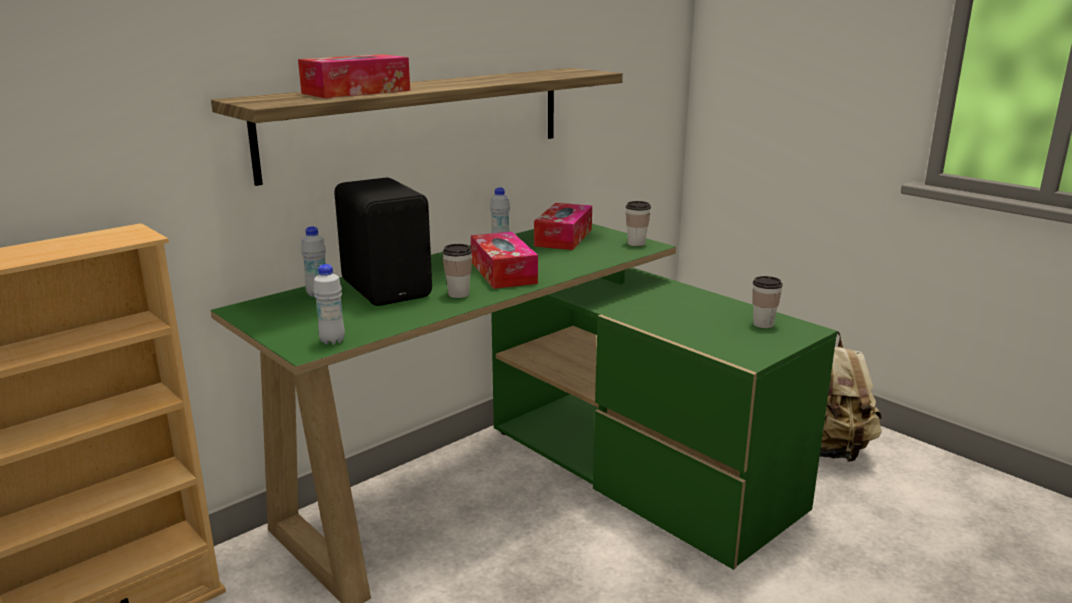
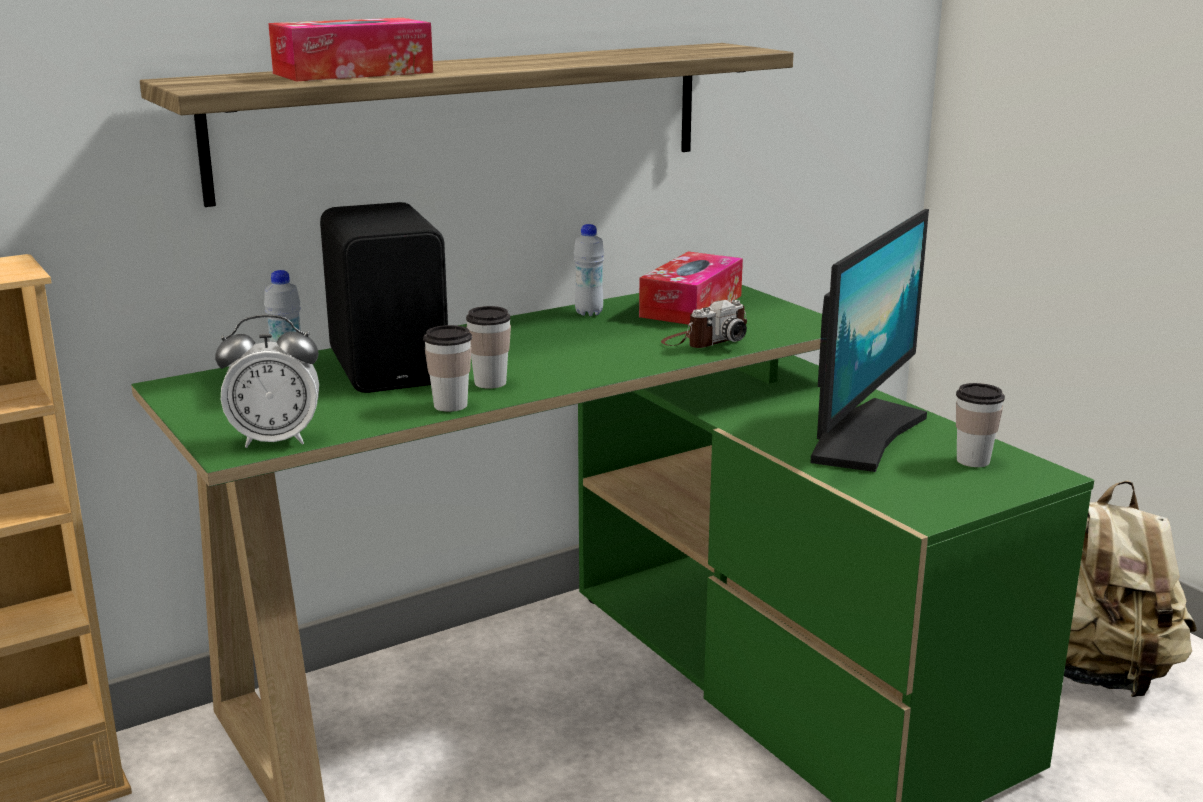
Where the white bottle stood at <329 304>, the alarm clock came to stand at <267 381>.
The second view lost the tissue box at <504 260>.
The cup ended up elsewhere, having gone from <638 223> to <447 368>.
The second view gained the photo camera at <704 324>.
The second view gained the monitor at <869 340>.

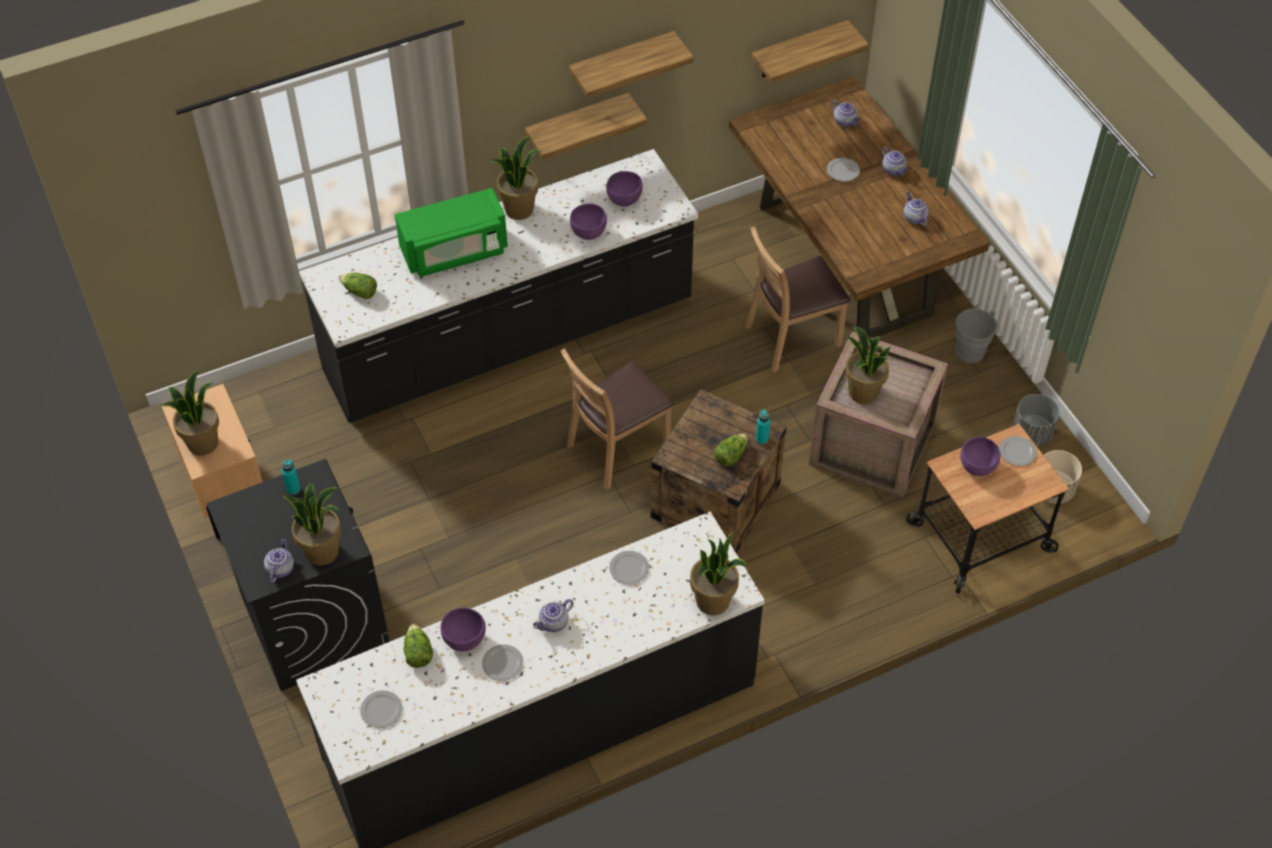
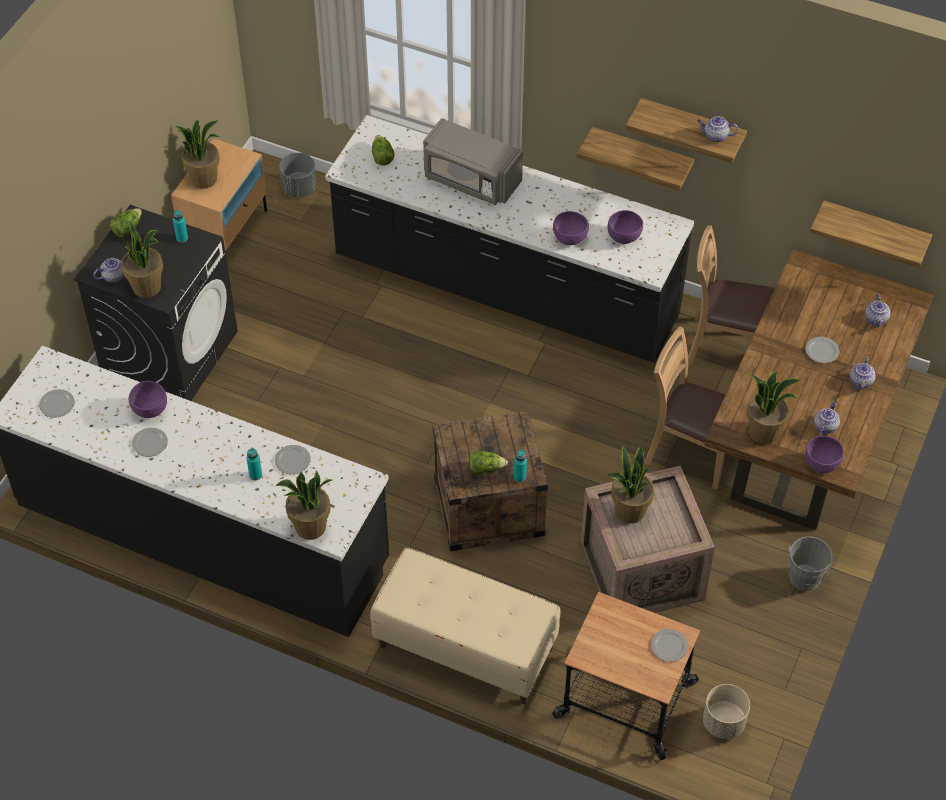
What was the green microwave at <451 232> turned into the grey microwave at <473 161>.
The lettuce ended up elsewhere, having gone from <418 646> to <126 222>.
The potted plant ended up elsewhere, having gone from <515 178> to <773 407>.
The teapot ended up elsewhere, having gone from <553 615> to <718 129>.
The brown chair ended up elsewhere, having gone from <617 419> to <731 295>.
The purple bowl ended up elsewhere, having gone from <980 456> to <824 454>.
The grey planter ended up elsewhere, having gone from <1036 420> to <298 175>.
The second view gained the turquoise bottle at <254 464>.
The second view gained the beige bench at <465 626>.

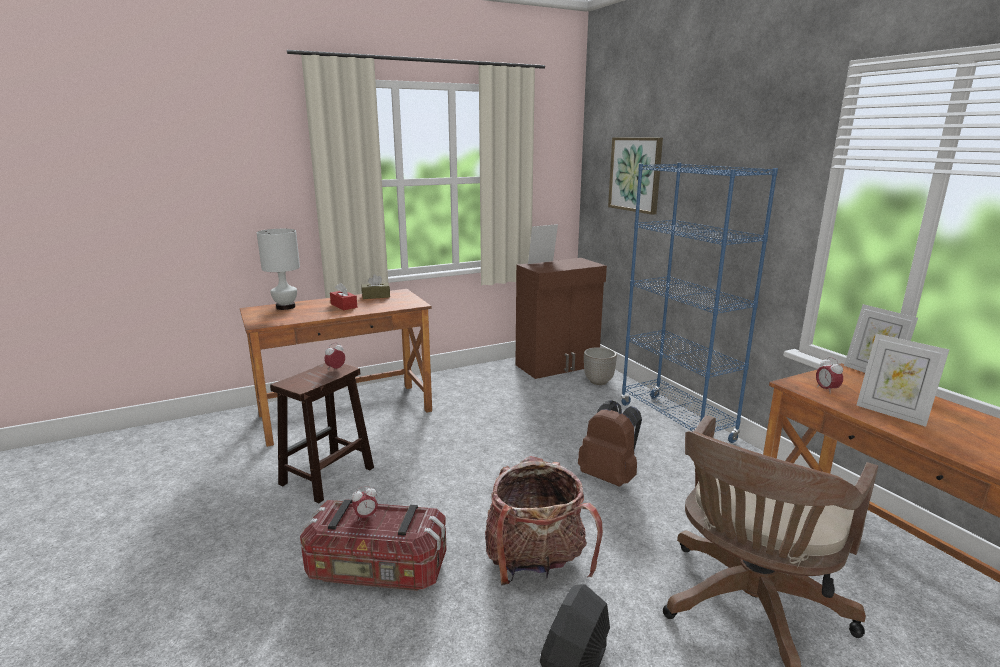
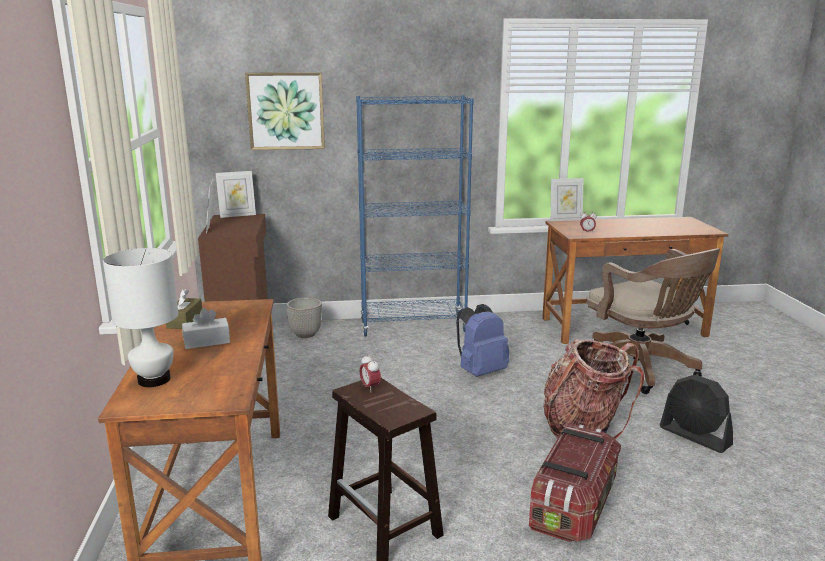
What was the red tissue box at <343 296> turned into the white tissue box at <206 328>.
The second view lost the alarm clock at <365 503>.
What was the brown backpack at <610 443> turned into the blue backpack at <482 340>.
The picture frame ended up elsewhere, having gone from <903 380> to <236 194>.

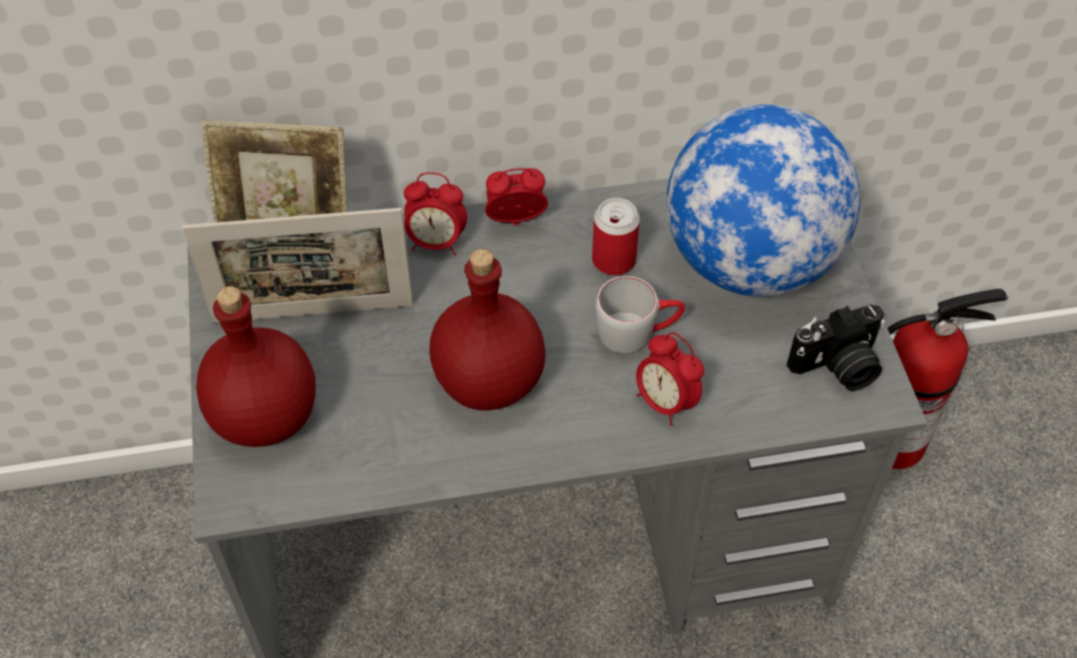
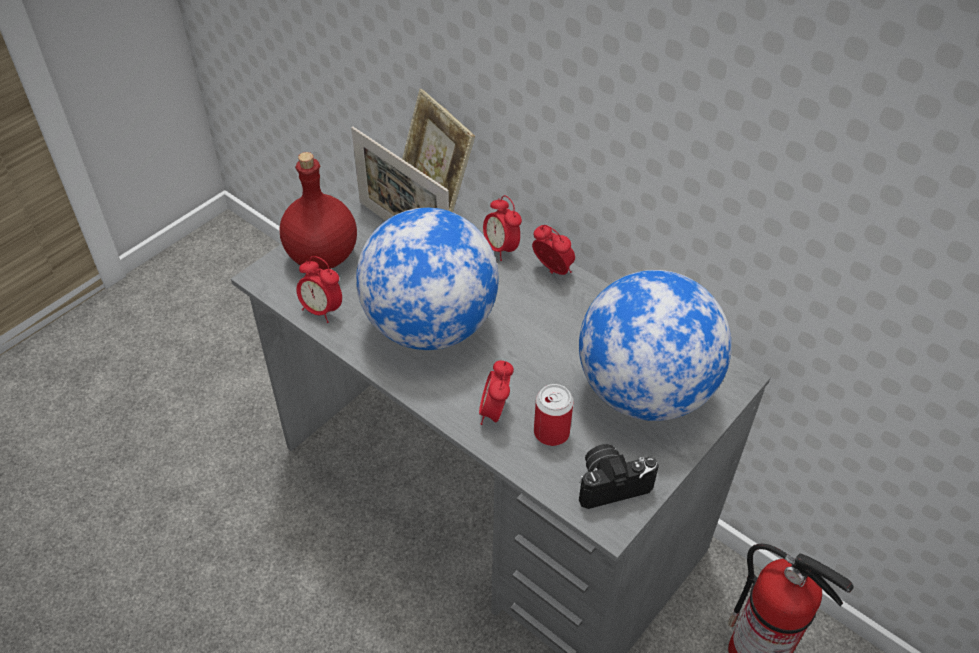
Where the red bottle stood at <487 330>, the globe came to stand at <427 279>.
The can ended up elsewhere, having gone from <616 236> to <554 415>.
The second view lost the grey mug at <640 315>.
The photo camera at <836 347> ended up facing another way, 135 degrees clockwise from before.
The second view gained the alarm clock at <319 289>.

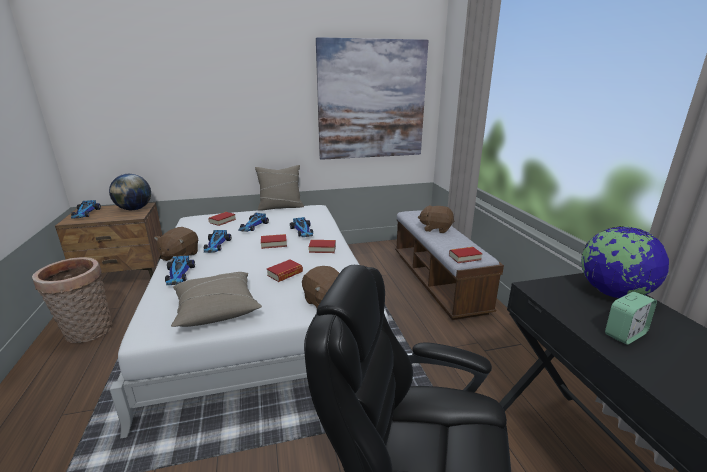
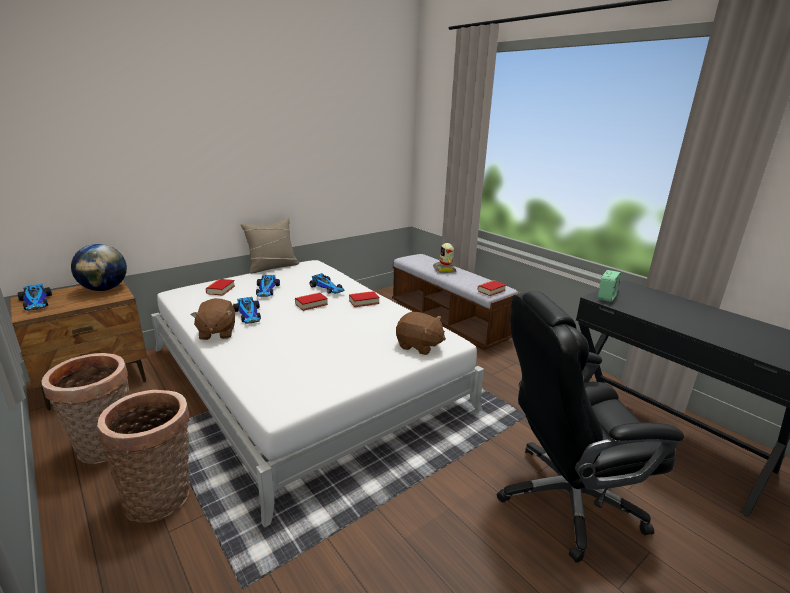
The second view lost the toy car at <180 270>.
The second view lost the beige pillow at <216 299>.
The second view lost the book at <285 270>.
The second view lost the picture at <372 98>.
Where the brown plush toy stood at <436 219>, the toy robot came to stand at <444 258>.
The second view lost the globe at <625 262>.
The alarm clock ended up elsewhere, having gone from <631 318> to <609 286>.
The second view gained the basket at <143 456>.

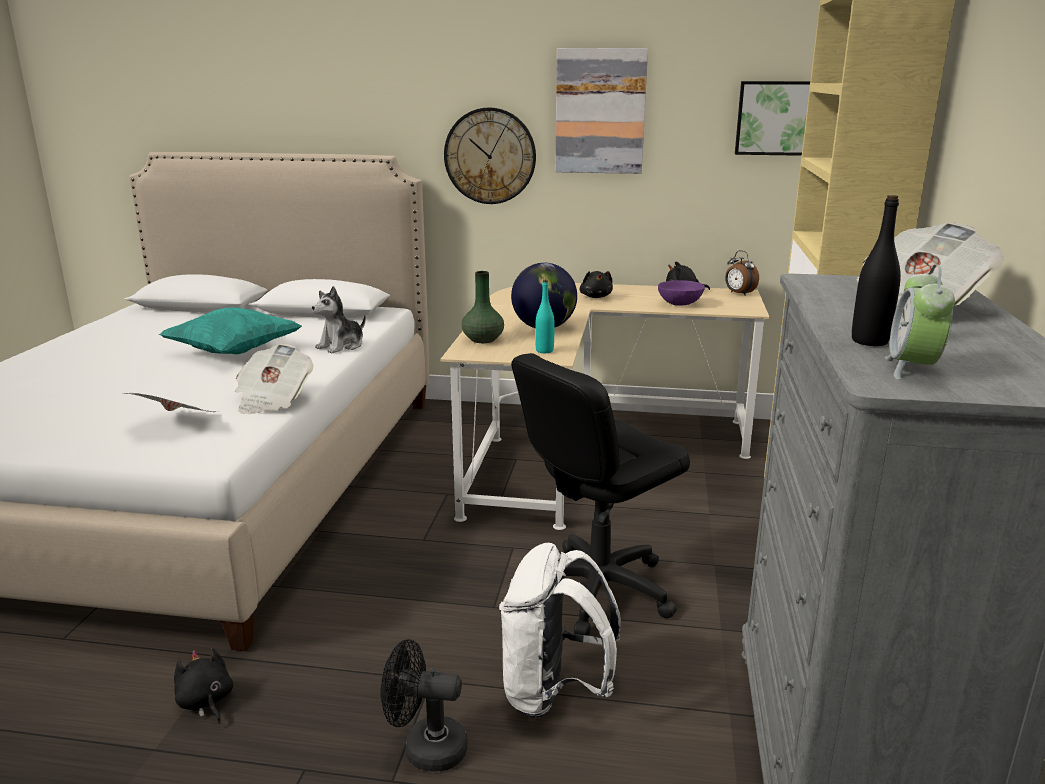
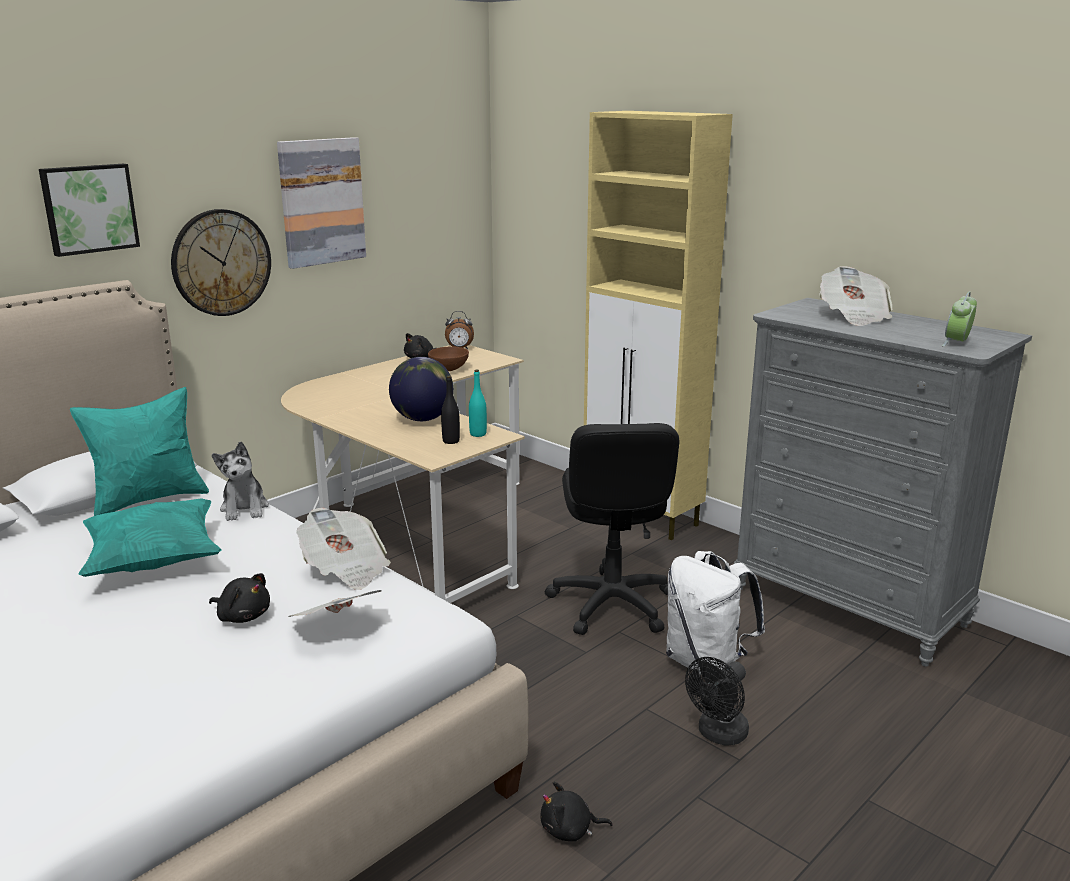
The second view lost the green vase at <483 307>.
The black plush toy ended up elsewhere, having gone from <596 284> to <239 598>.
What was the purple bowl at <681 293> turned into the brown bowl at <448 358>.
The picture ended up elsewhere, having gone from <772 118> to <89 210>.
The black bottle ended up elsewhere, having gone from <876 270> to <450 409>.
The alarm clock at <920 322> ended up facing another way, 75 degrees clockwise from before.
The second view gained the turquoise pillow at <139 451>.

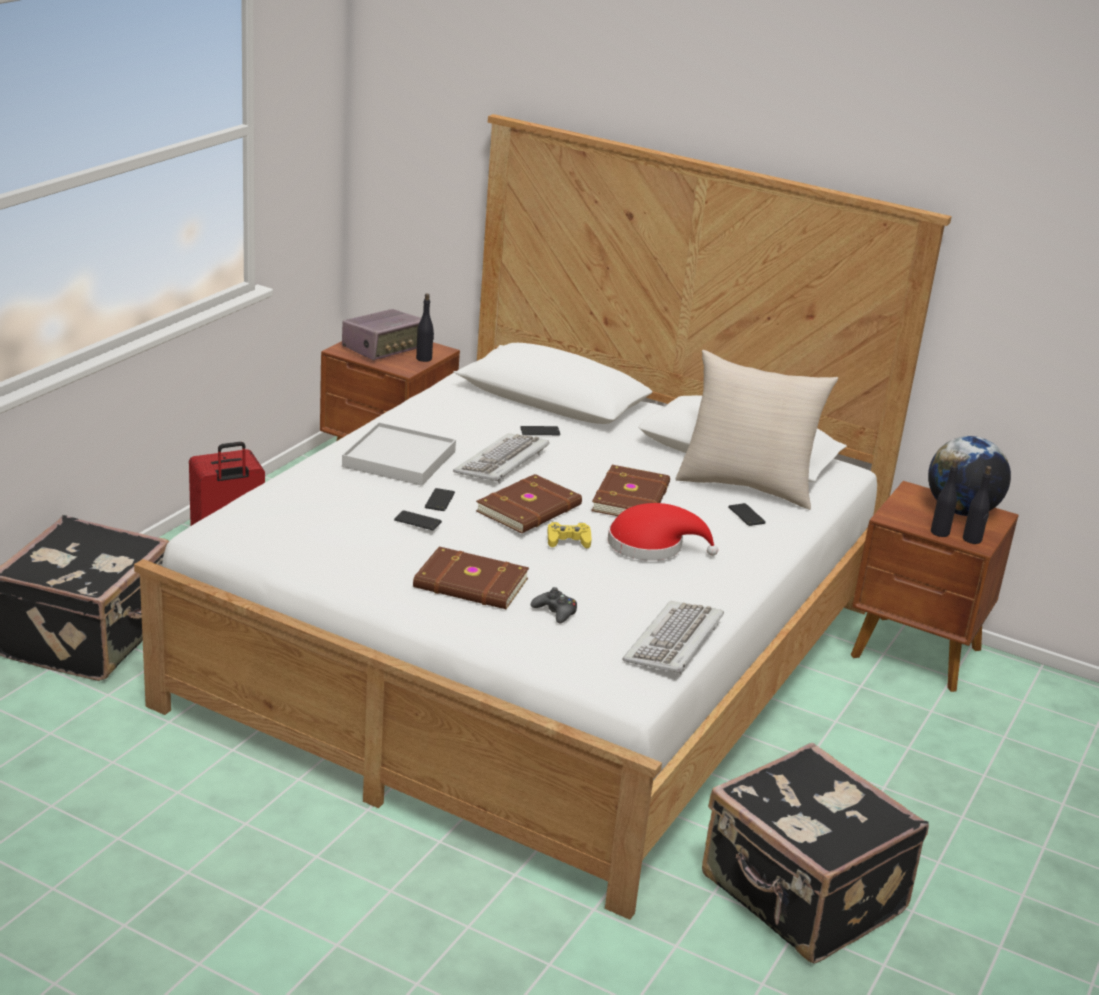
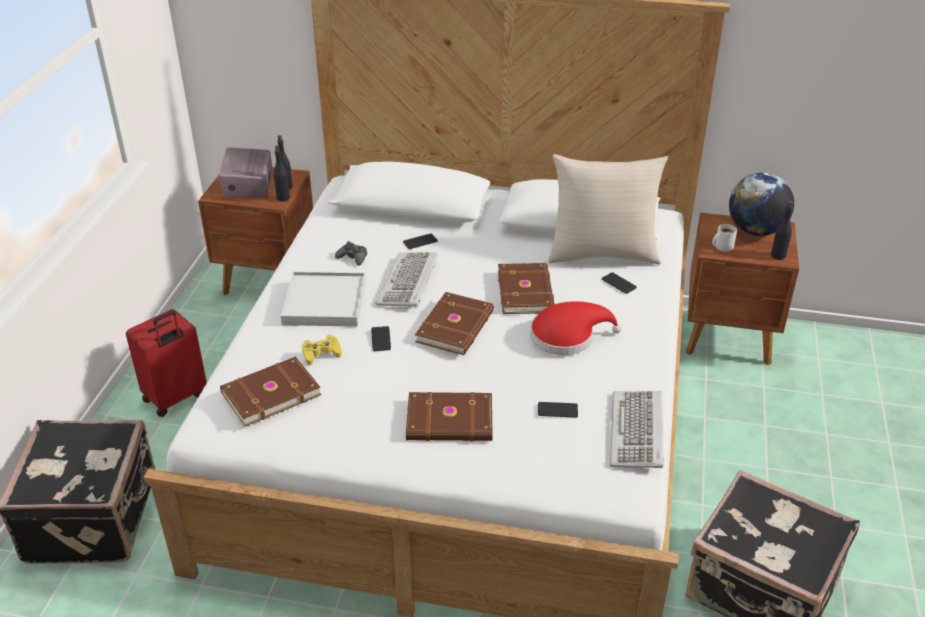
The radio at <381 335> ended up facing another way, 150 degrees clockwise from before.
The phone ended up elsewhere, having gone from <418 520> to <558 410>.
The black game controller ended up elsewhere, having gone from <554 605> to <351 253>.
The yellow game controller ended up elsewhere, having gone from <569 535> to <322 350>.
The black bottle ended up elsewhere, having gone from <945 498> to <282 173>.
The second view gained the brown book at <270 391>.
The second view gained the white mug at <724 238>.

